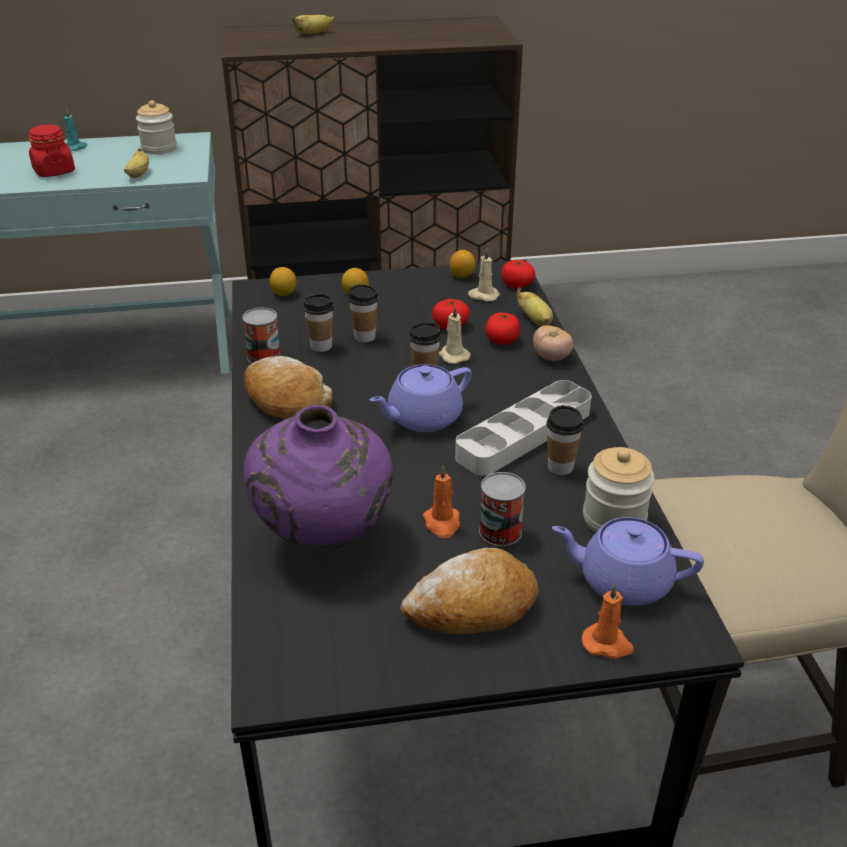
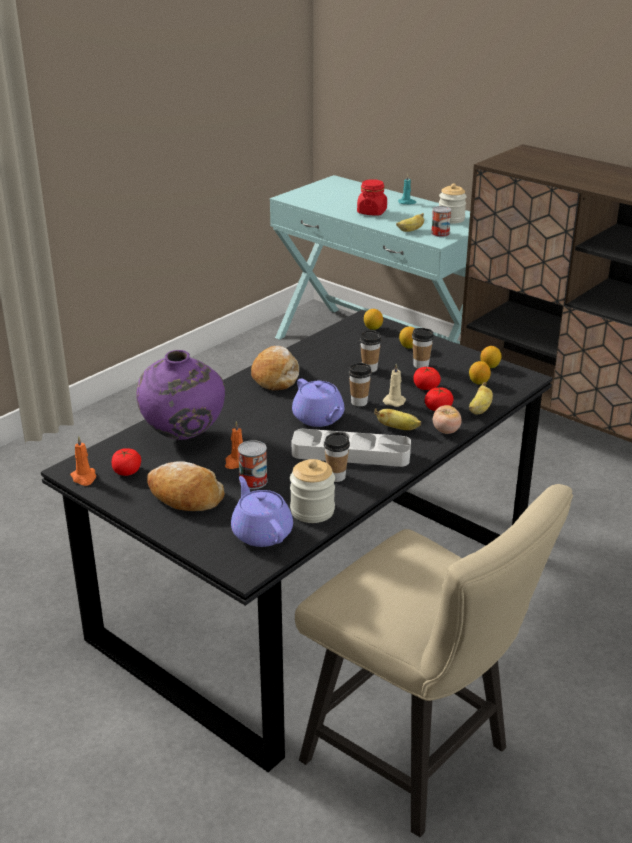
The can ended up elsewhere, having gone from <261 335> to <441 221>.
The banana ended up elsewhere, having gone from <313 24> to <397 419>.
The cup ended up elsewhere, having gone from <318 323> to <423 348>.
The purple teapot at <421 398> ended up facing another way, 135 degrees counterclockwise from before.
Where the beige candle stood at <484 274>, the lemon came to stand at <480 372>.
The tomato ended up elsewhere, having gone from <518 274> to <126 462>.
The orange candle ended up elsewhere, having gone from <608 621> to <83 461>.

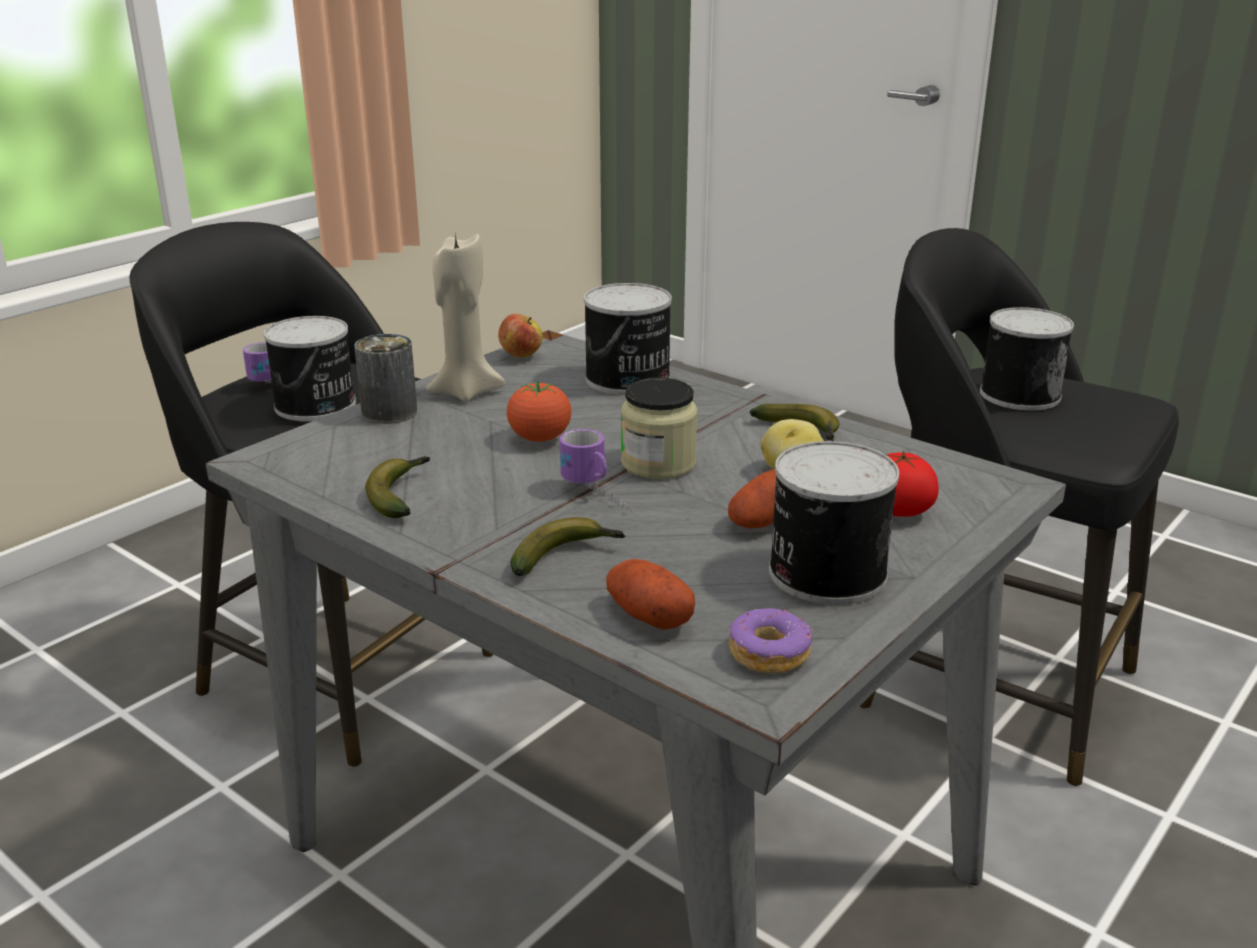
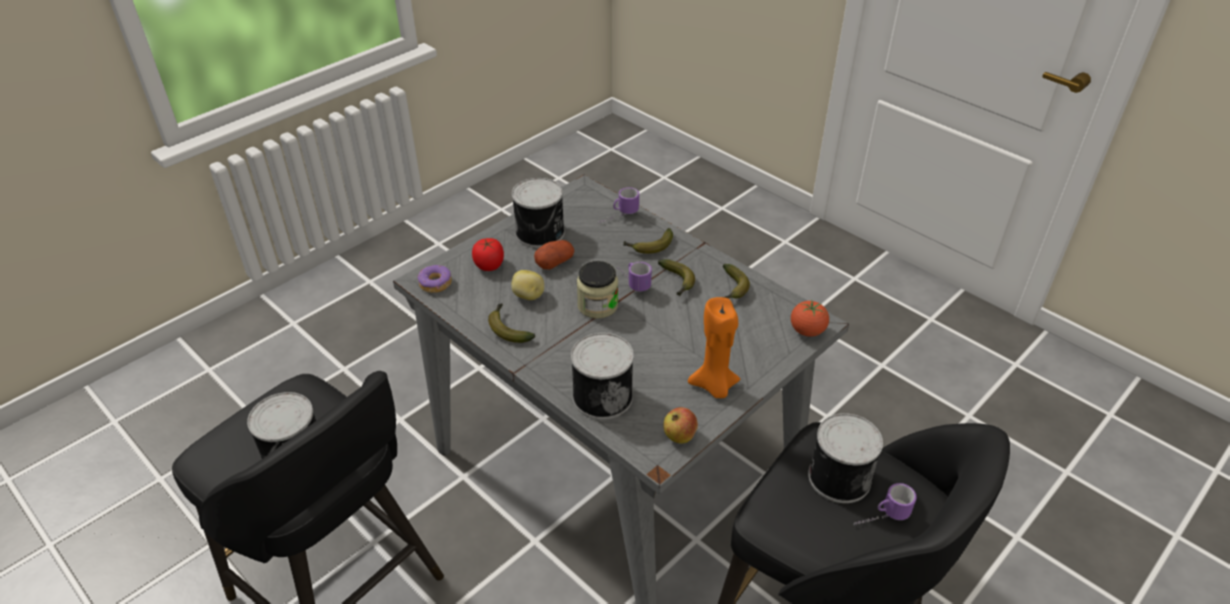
The second view lost the can at <385 379>.
What was the beige candle at <465 318> turned into the orange candle at <714 347>.
The tomato ended up elsewhere, having gone from <539 411> to <810 318>.
Where the potato stood at <650 594>, the mug came to stand at <618 205>.
The donut ended up elsewhere, having gone from <770 640> to <434 279>.
The second view gained the banana at <676 277>.

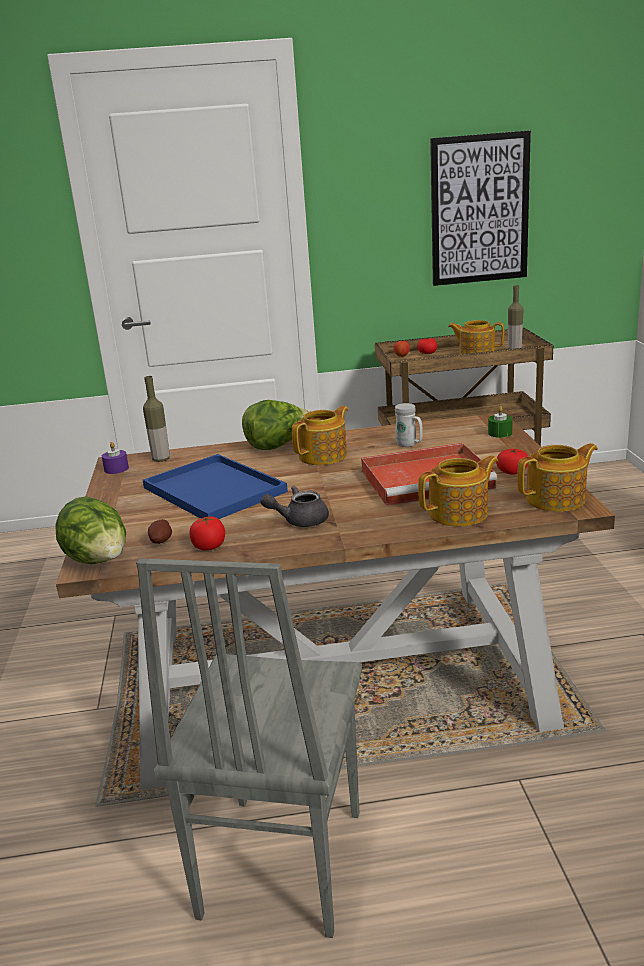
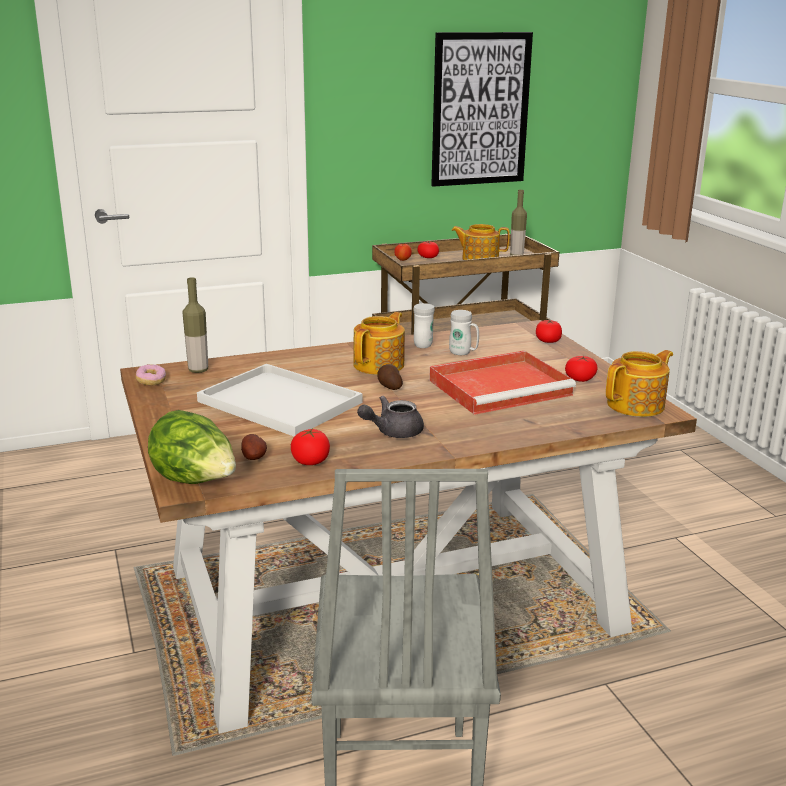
Where the purple candle stood at <115 458>, the donut came to stand at <151 374>.
What was the blue tray at <215 486> turned into the white tray at <279 400>.
The second view lost the lettuce at <275 425>.
The second view lost the teapot at <458 491>.
Where the green candle stood at <500 422>, the tomato came to stand at <549 331>.
The second view gained the potato at <390 377>.
The second view gained the white mug at <424 325>.

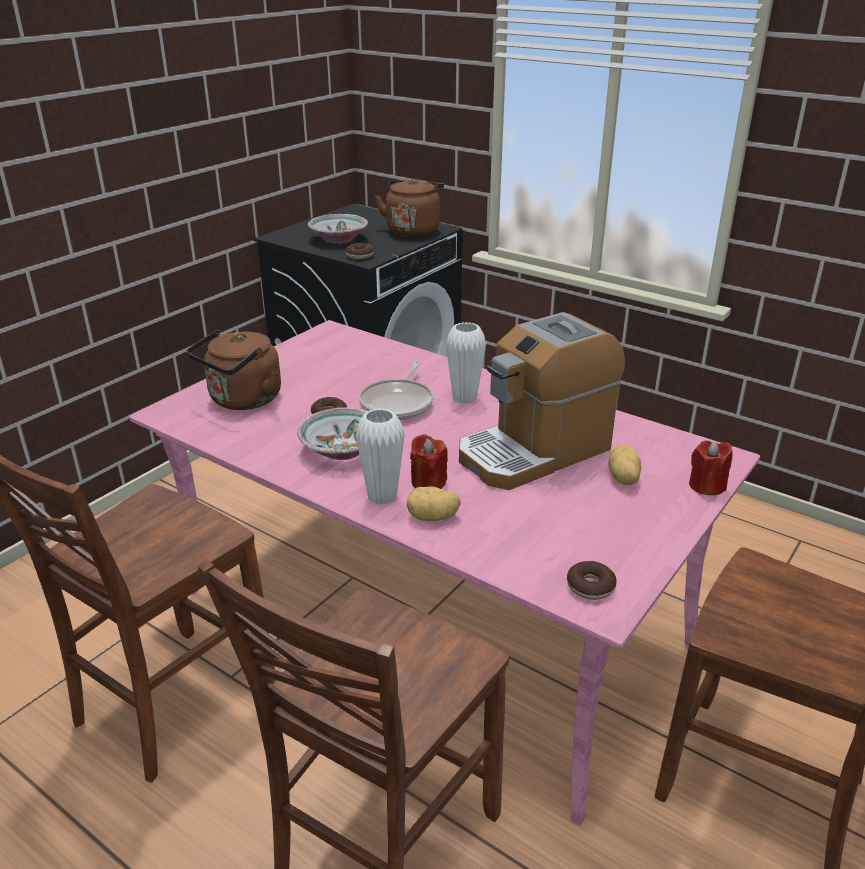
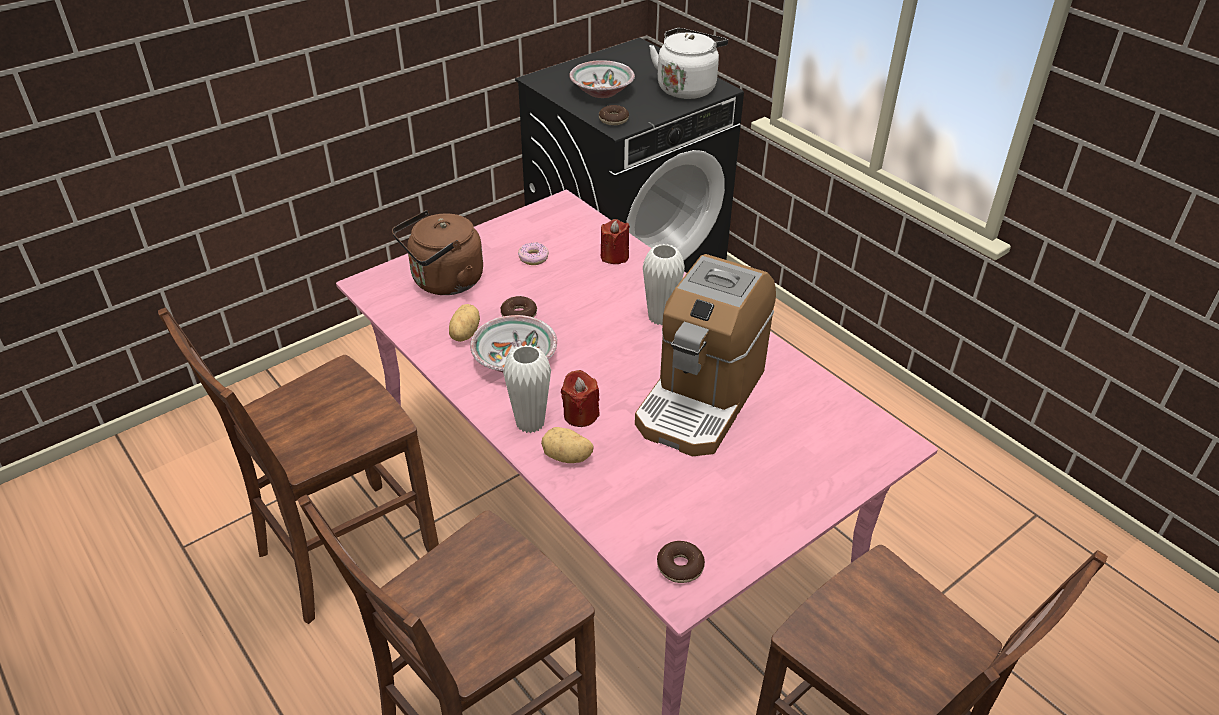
The second view lost the frying pan at <396 390>.
What was the brown kettle at <409 207> turned into the white kettle at <688 63>.
The coffee machine at <542 401> ended up facing another way, 45 degrees counterclockwise from before.
The potato ended up elsewhere, having gone from <624 465> to <464 323>.
The red candle ended up elsewhere, having gone from <711 467> to <615 241>.
The second view gained the donut at <533 253>.

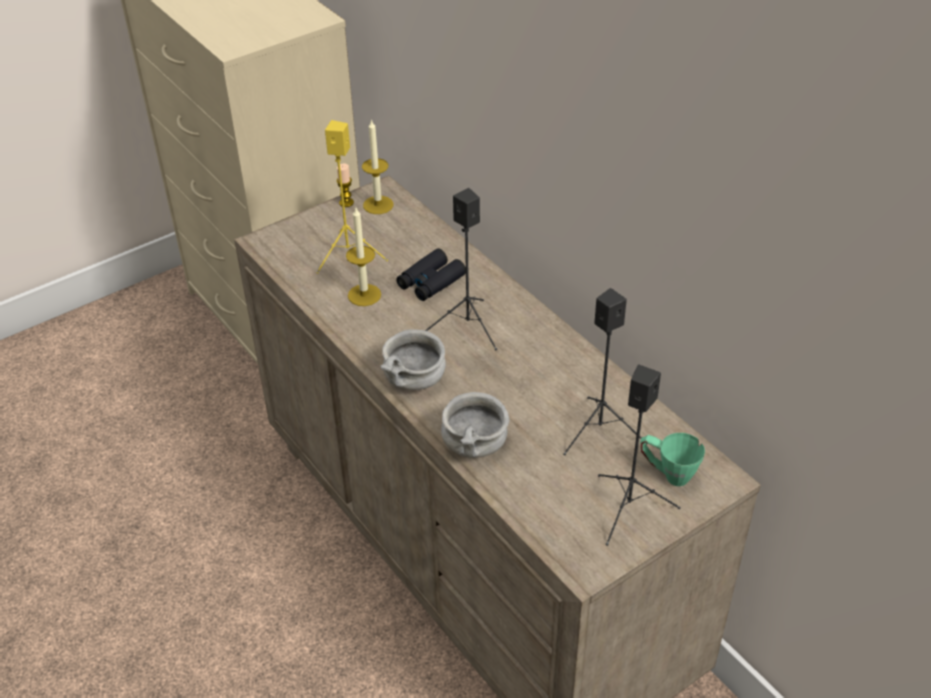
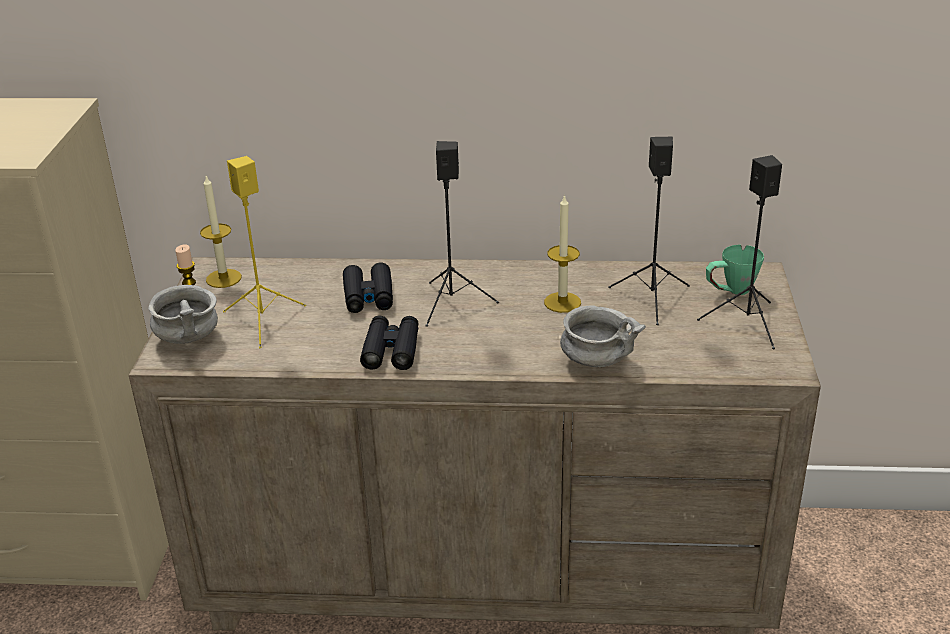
The candle ended up elsewhere, having gone from <363 257> to <562 253>.
The grey bowl ended up elsewhere, having gone from <413 359> to <183 314>.
The second view gained the black binoculars at <389 342>.

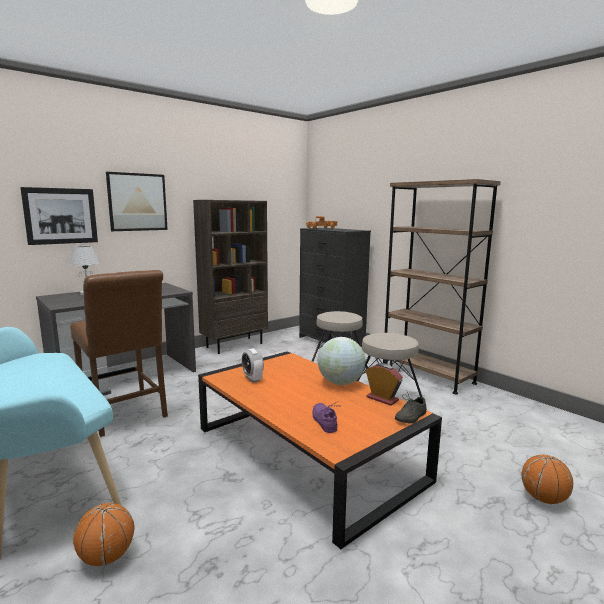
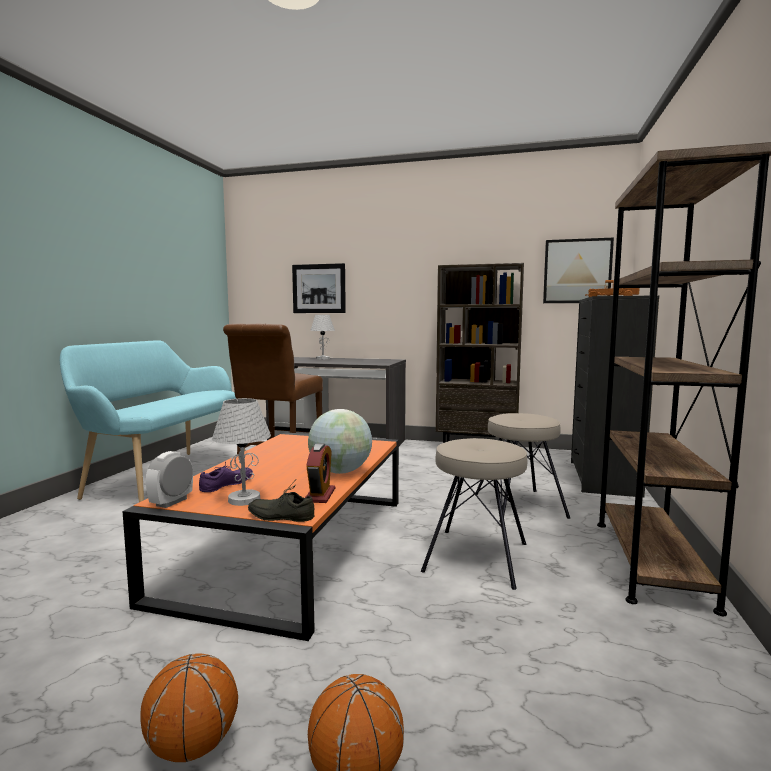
The basketball ended up elsewhere, having gone from <103 534> to <189 708>.
The picture ended up elsewhere, having gone from <137 201> to <578 270>.
The alarm clock ended up elsewhere, having gone from <253 365> to <169 479>.
The second view gained the white table lamp at <241 452>.

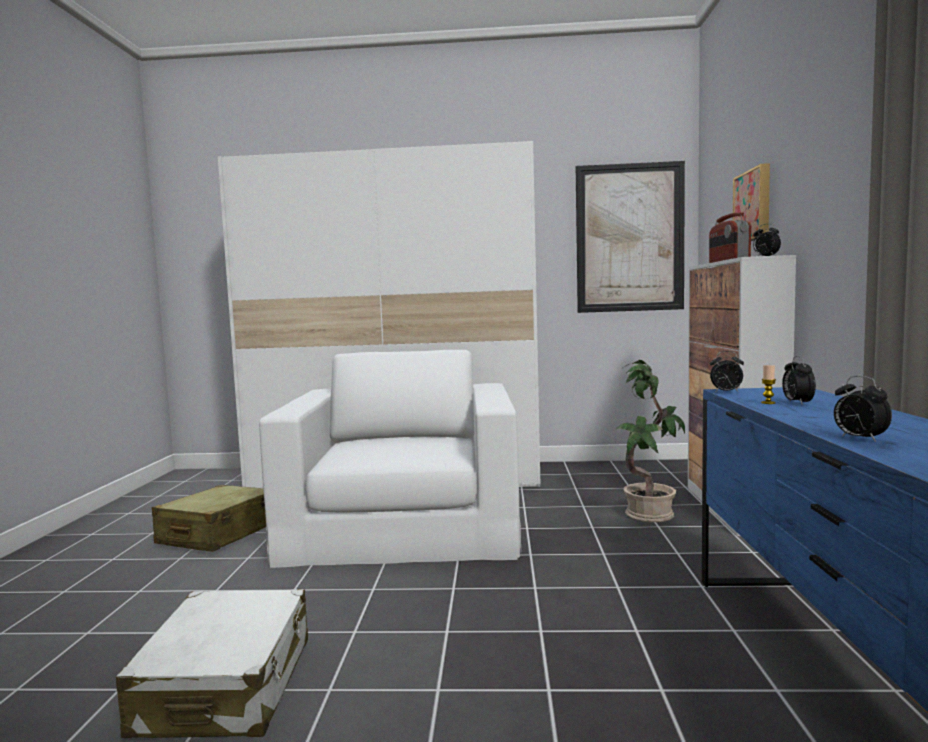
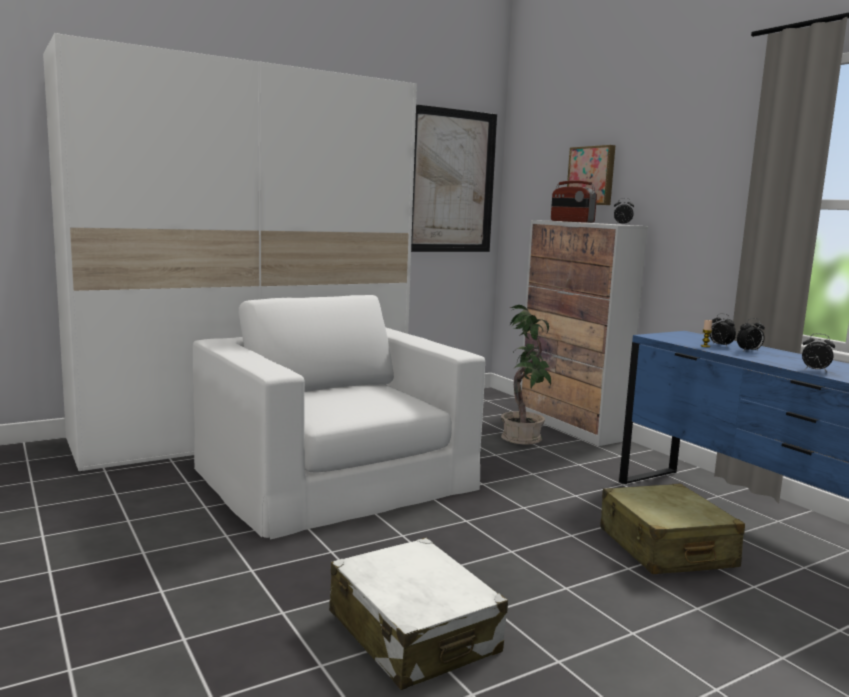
The beige suitcase ended up elsewhere, having gone from <209 518> to <672 529>.
The alarm clock ended up elsewhere, having gone from <727 372> to <751 334>.

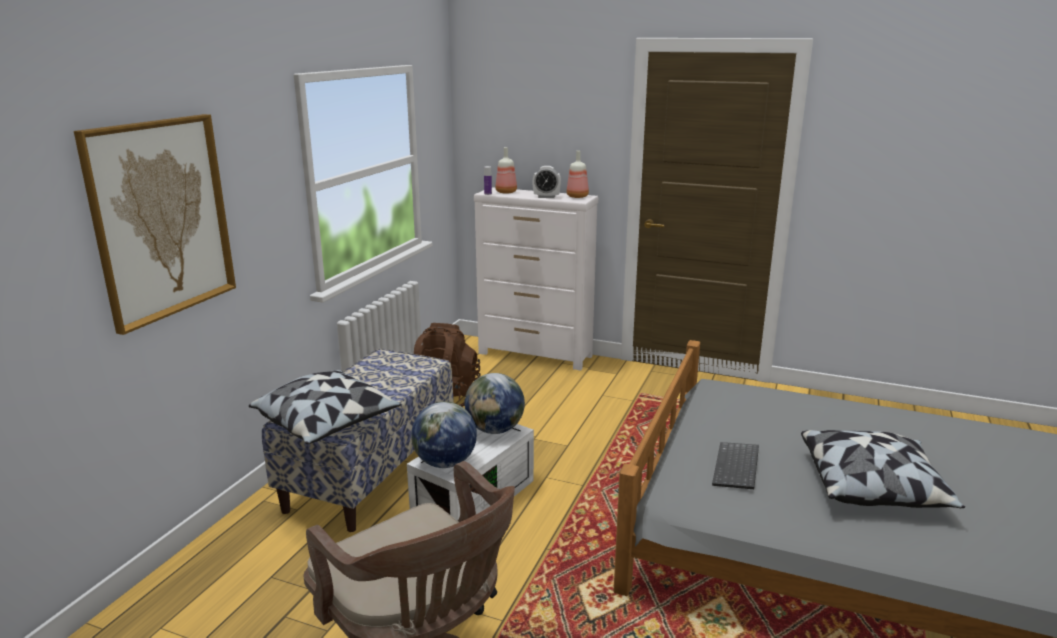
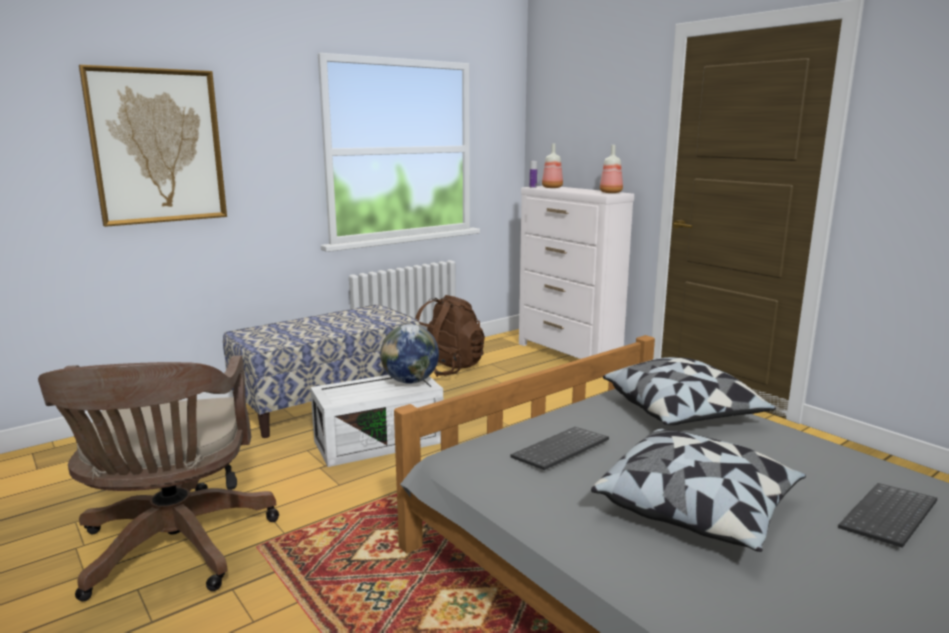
The pillow ended up elsewhere, having gone from <325 407> to <689 391>.
The second view lost the globe at <444 435>.
The second view lost the alarm clock at <547 182>.
The second view gained the keyboard at <887 515>.

